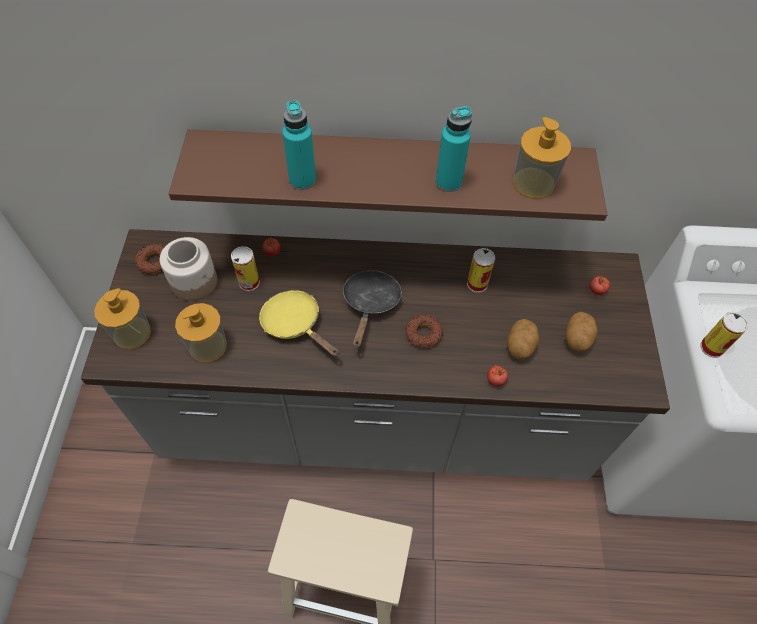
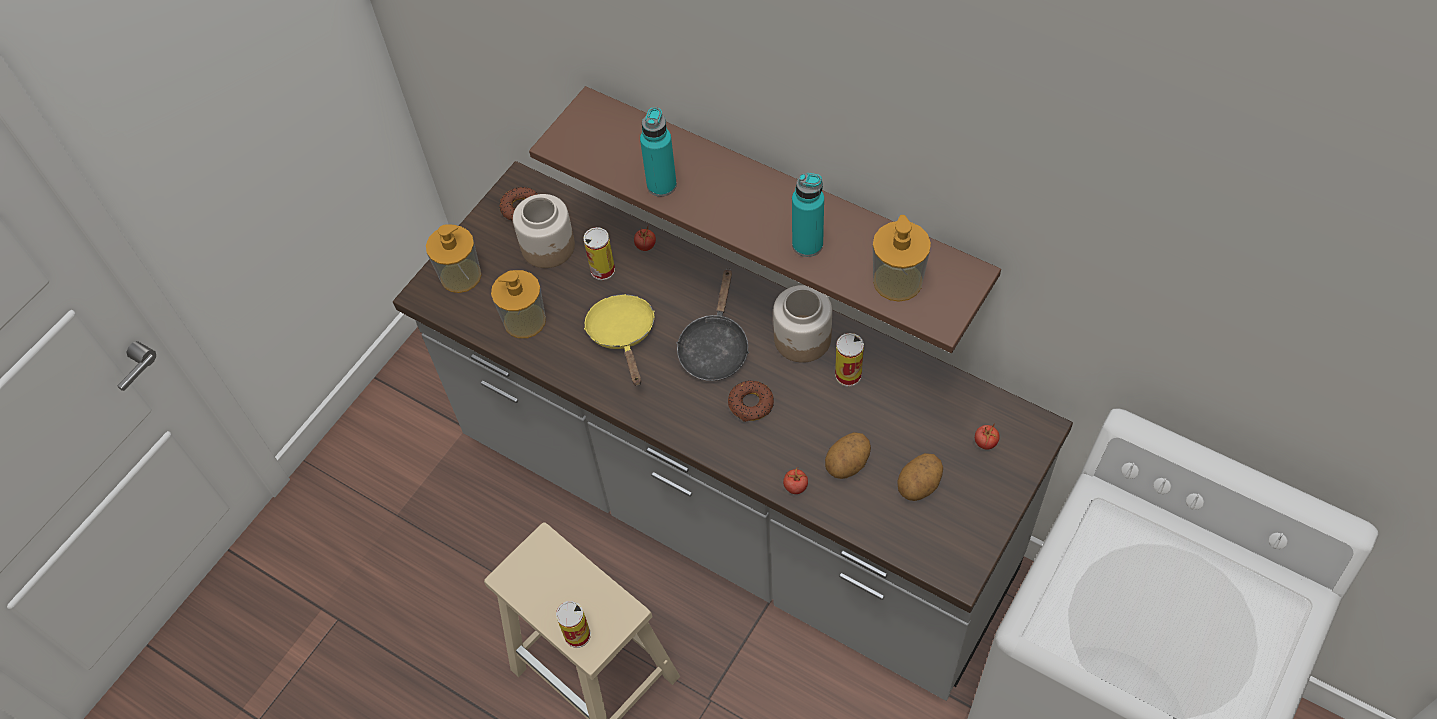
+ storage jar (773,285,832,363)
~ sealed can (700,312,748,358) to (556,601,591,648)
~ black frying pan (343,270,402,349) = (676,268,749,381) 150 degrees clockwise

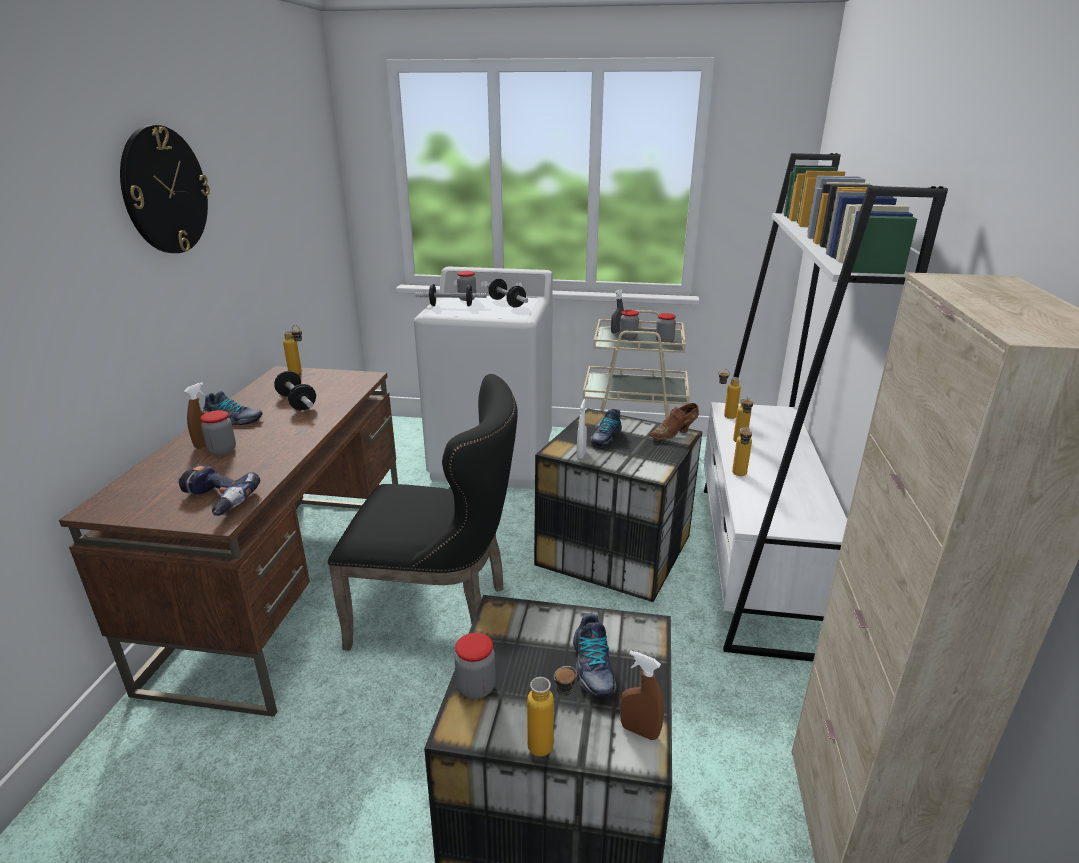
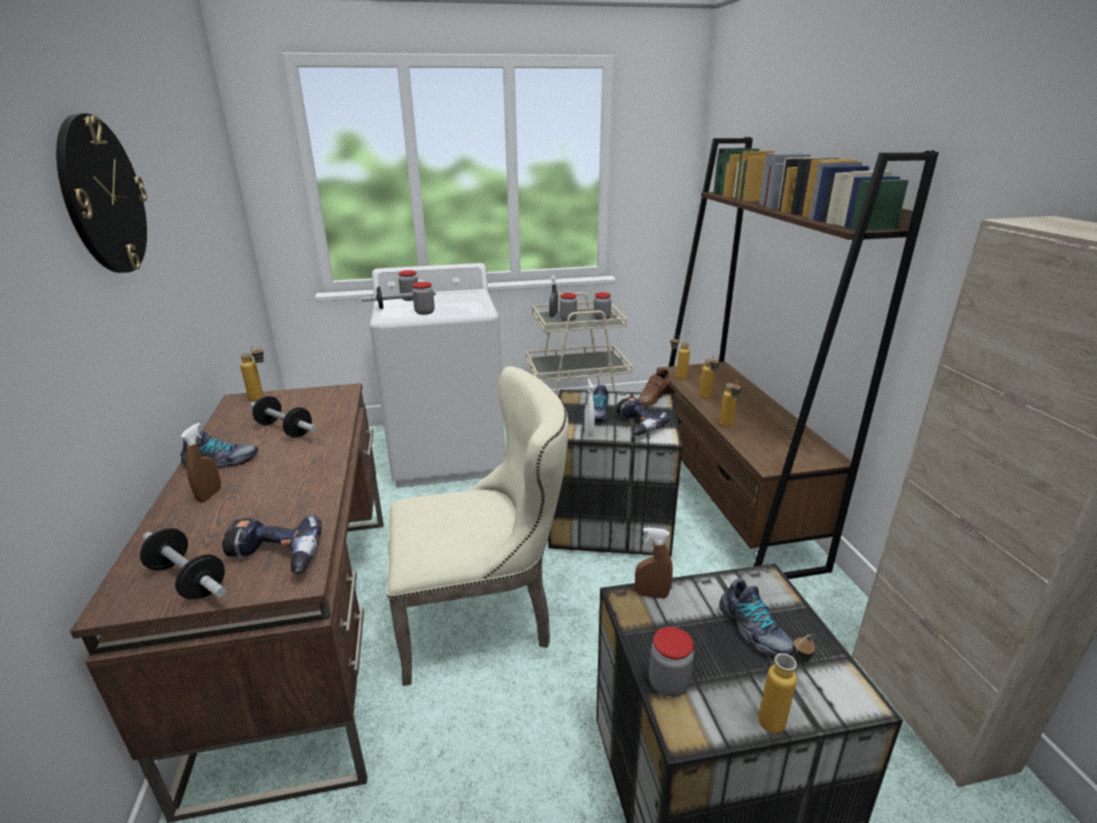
+ power drill (616,397,669,435)
~ storage jar (200,410,236,455) to (412,282,435,315)
~ hand weight (487,279,528,308) to (140,528,226,600)
~ brown spray bottle (620,651,664,740) to (635,528,673,598)
~ black chair (328,374,518,651) to beige-coloured chair (387,366,569,686)
~ whitish shelving unit (704,153,948,662) to brown shelving unit (657,137,939,579)

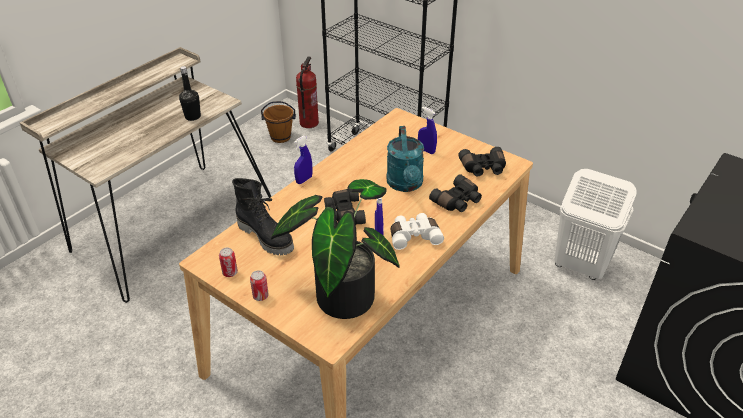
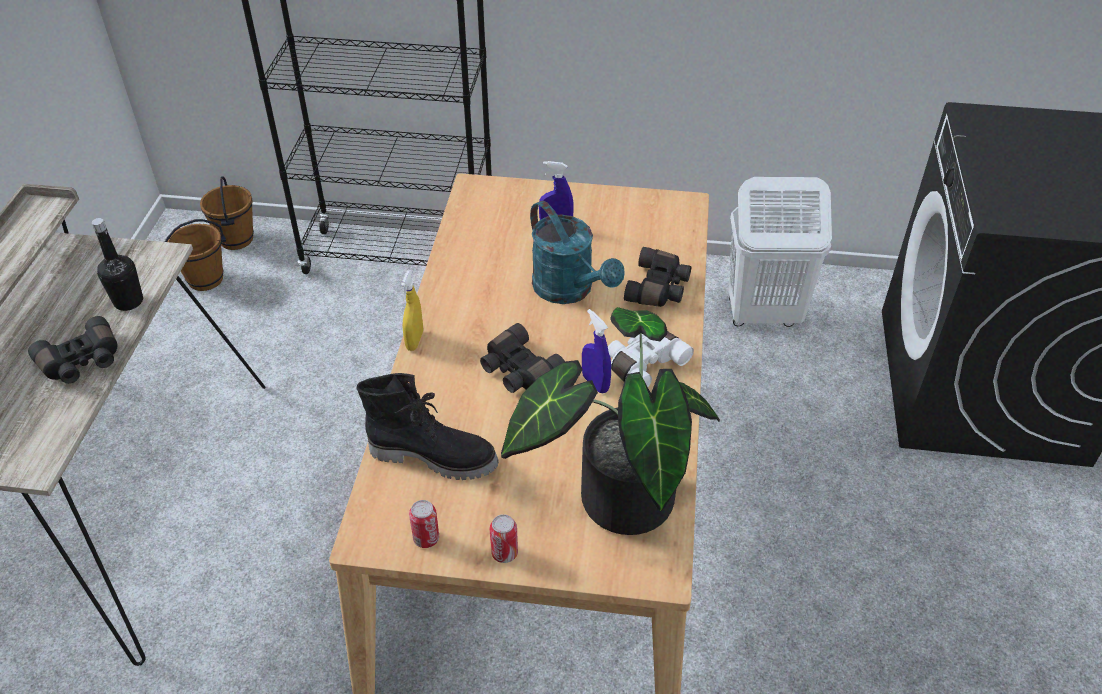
~ black pair of binoculars (458,147,506,176) to (28,316,118,384)
~ extinguisher (296,56,319,128) to brown water bucket (200,176,254,250)
~ blue spray bottle (294,136,312,184) to yellow-coloured spray bottle (401,270,423,351)

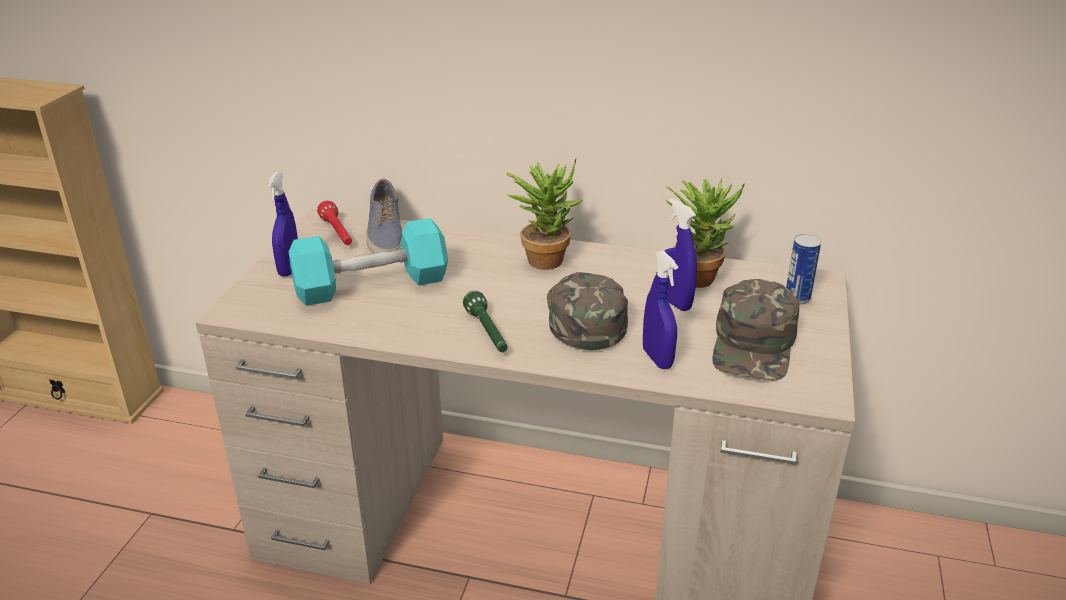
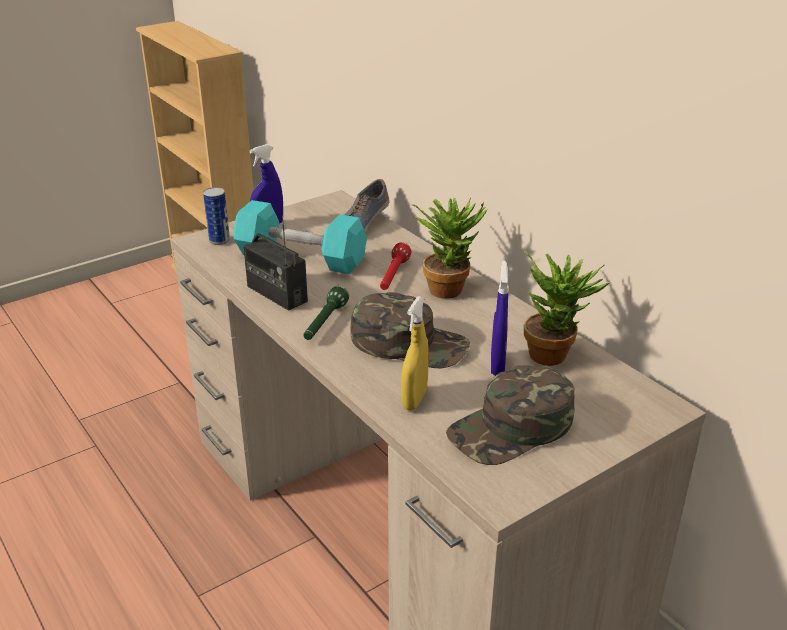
+ radio set (243,216,308,311)
~ reddish torch (317,201,352,245) to (380,242,411,290)
~ sealed can (786,234,821,304) to (203,187,230,245)
~ blue spray bottle (643,251,678,369) to yellow-coloured spray bottle (401,296,429,410)
~ green cap (547,272,628,350) = (350,292,470,369) 75 degrees clockwise

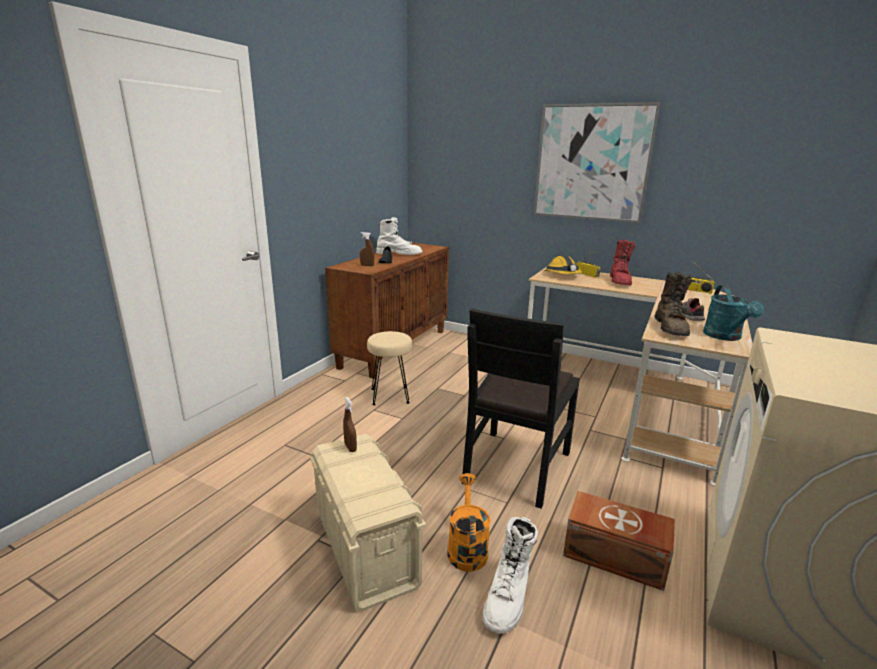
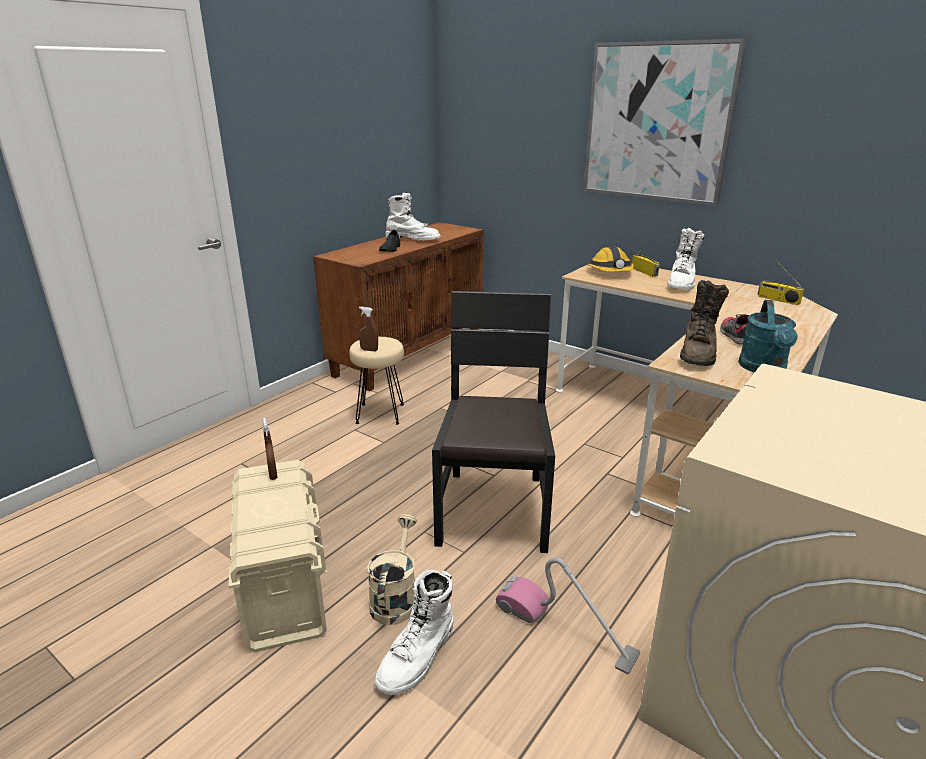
~ brown spray bottle (360,232,374,266) to (359,307,378,351)
~ brown storage box (563,491,675,591) to vacuum (496,558,640,674)
~ orangey sprinkling can (448,473,491,572) to beige-coloured sprinkling can (367,514,417,625)
~ reddish tall boot (610,239,635,285) to whitish tall boot (667,228,704,290)
~ black chair (462,308,580,509) = (432,291,555,553) 150 degrees clockwise

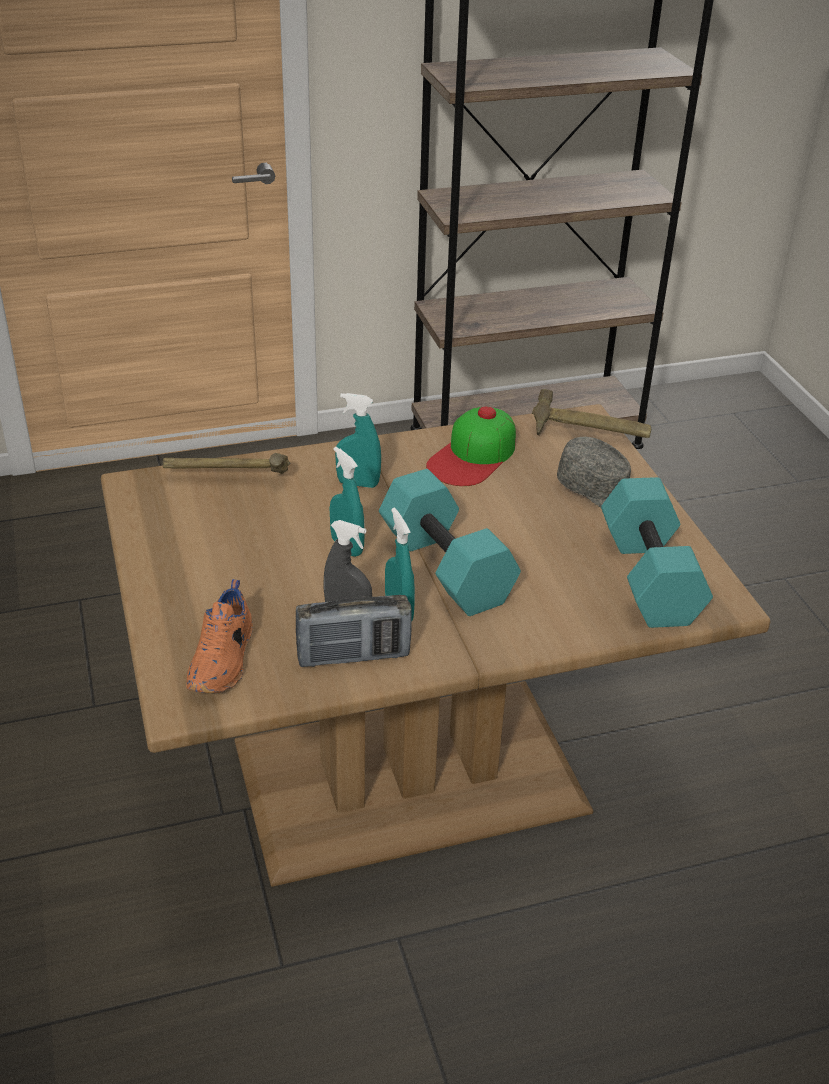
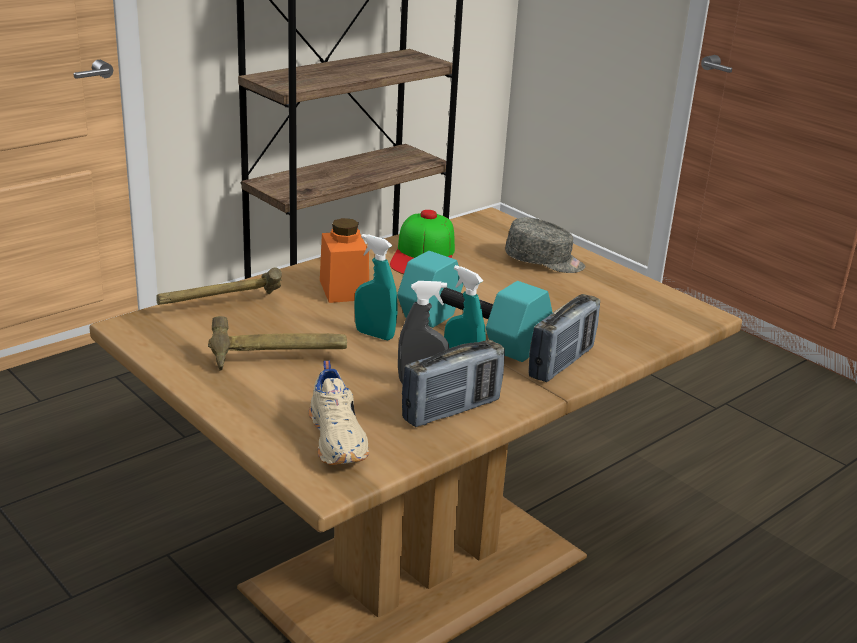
- turquoise-coloured hand weight (601,477,713,628)
+ radio set (528,294,600,382)
~ hammer (532,389,651,438) to (208,316,347,371)
~ turquoise-coloured spray bottle (335,393,381,488) to orangey storage jar (320,218,369,303)
~ orangey shoe (186,579,253,693) to beige-coloured shoe (309,361,369,465)

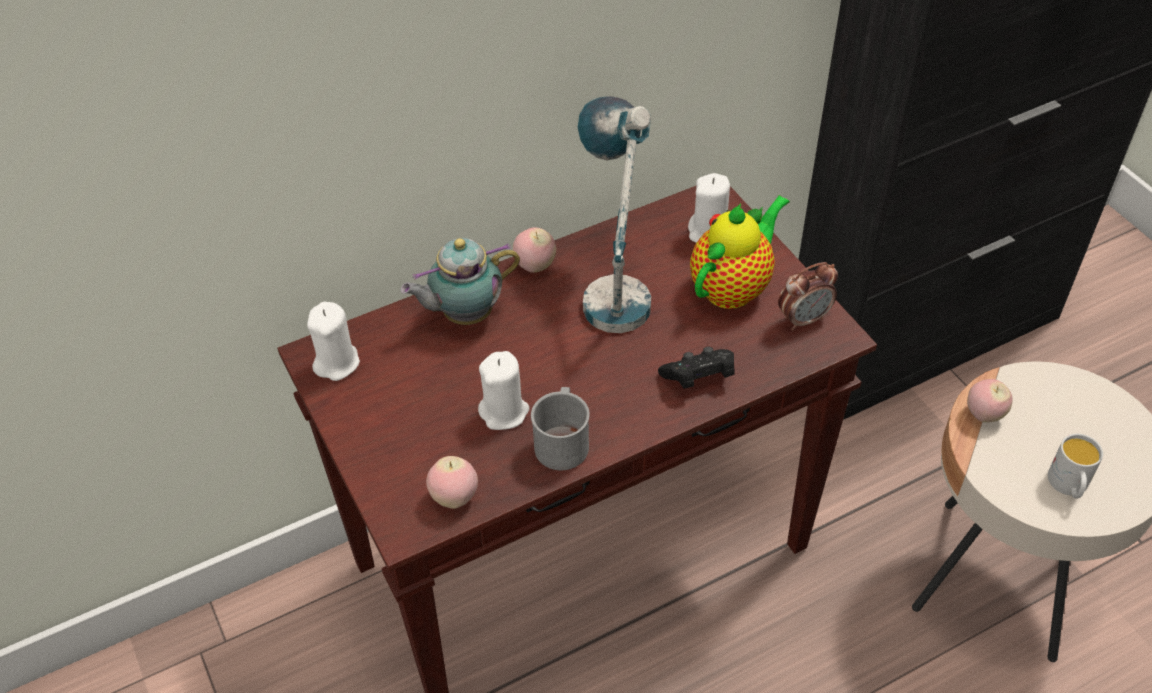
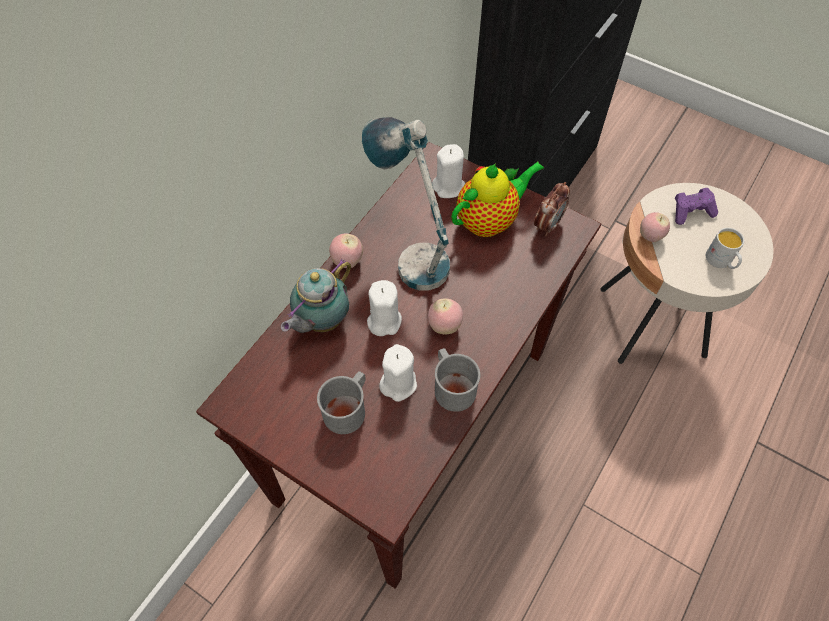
- black gamepad (658,347,734,389)
+ greyish tea mug (317,371,366,434)
+ purple-coloured gamepad (675,188,718,225)
~ whitish wax light (307,302,360,381) to (367,280,402,336)
~ apple fruit (426,456,478,509) to (428,298,463,335)
~ pot for tea (690,195,790,309) = (451,162,544,237) 45 degrees clockwise

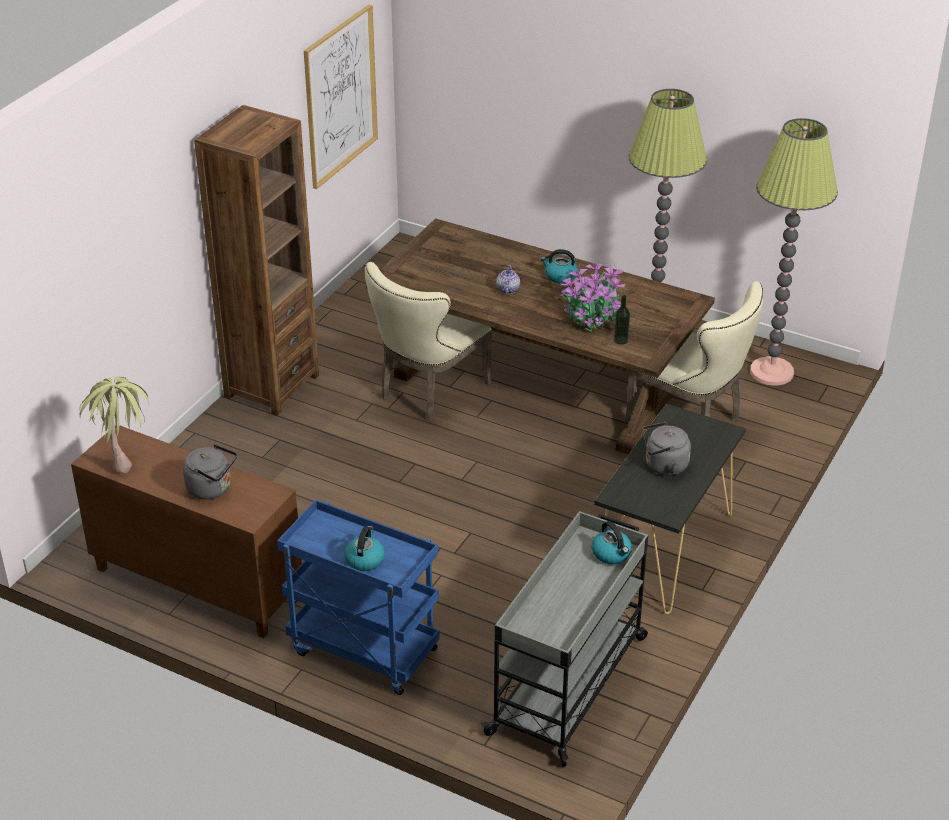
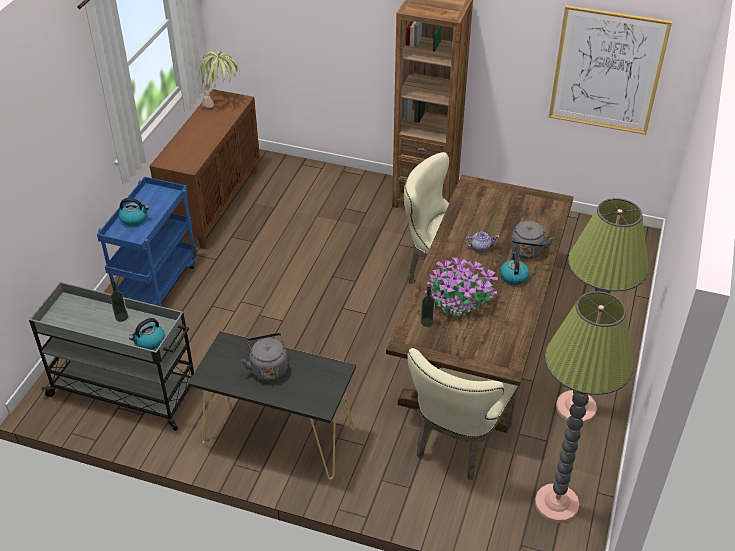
+ bottle (110,282,128,322)
~ greyish kettle (183,444,237,499) to (511,221,553,259)

